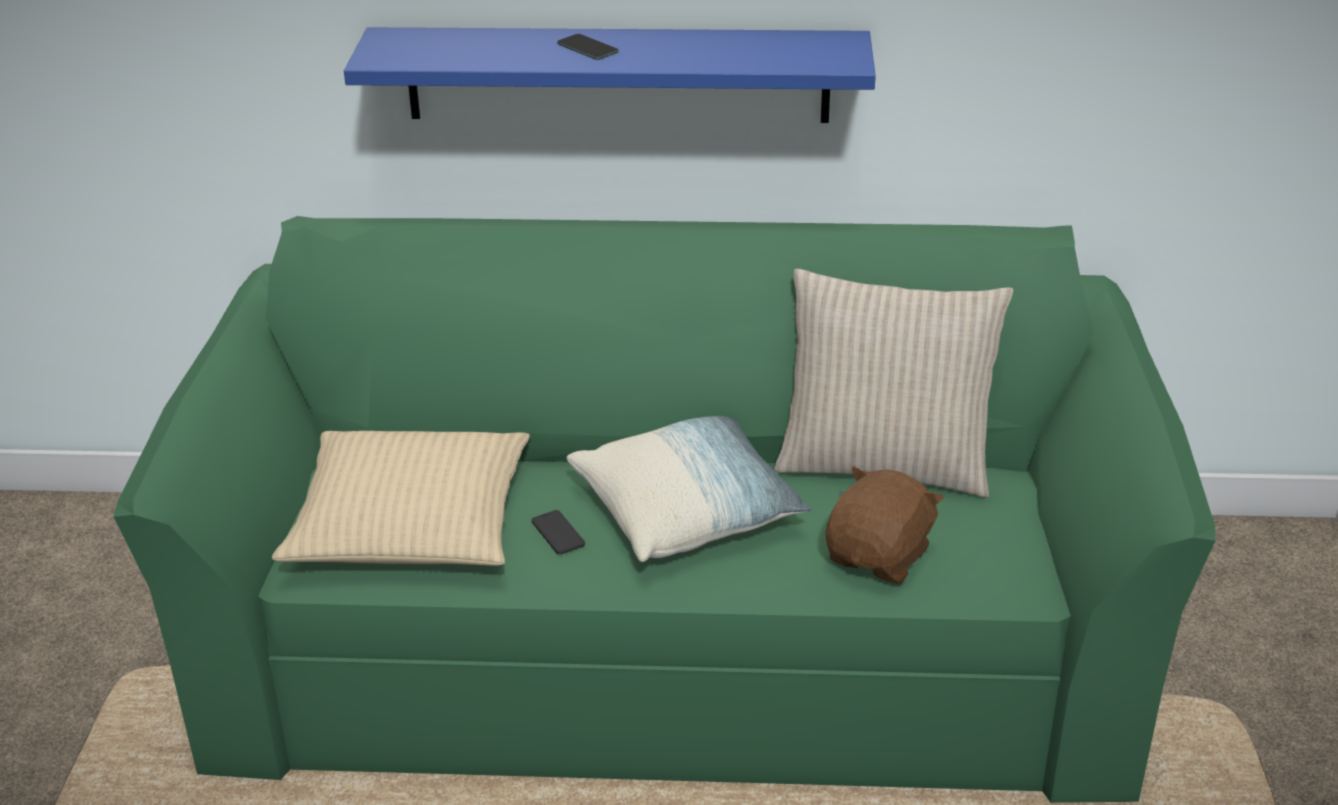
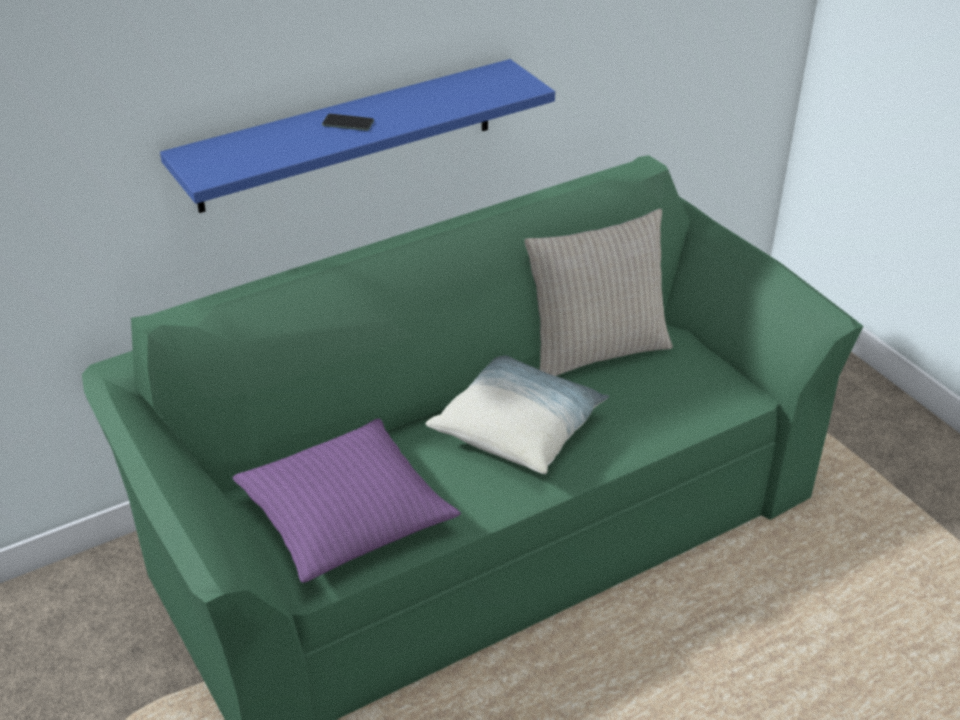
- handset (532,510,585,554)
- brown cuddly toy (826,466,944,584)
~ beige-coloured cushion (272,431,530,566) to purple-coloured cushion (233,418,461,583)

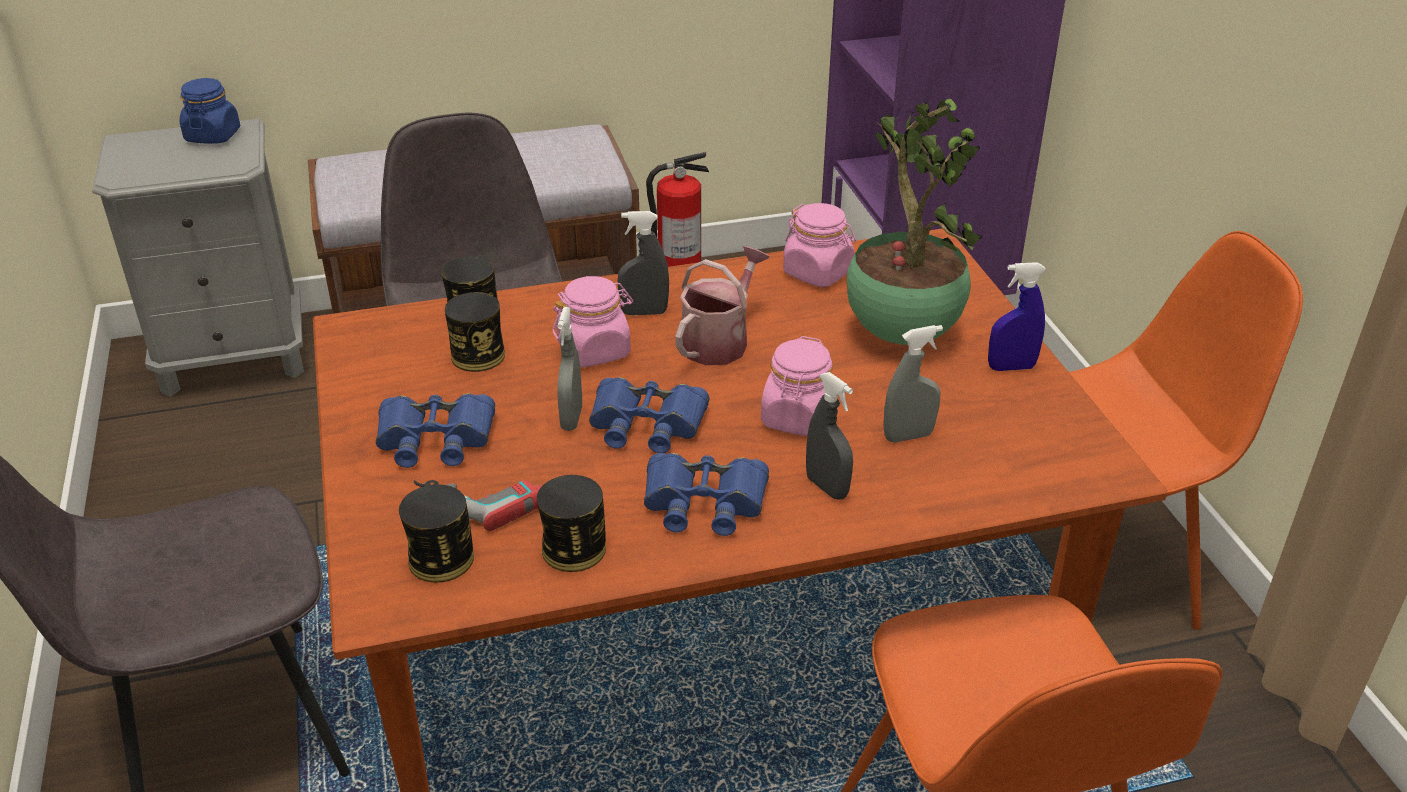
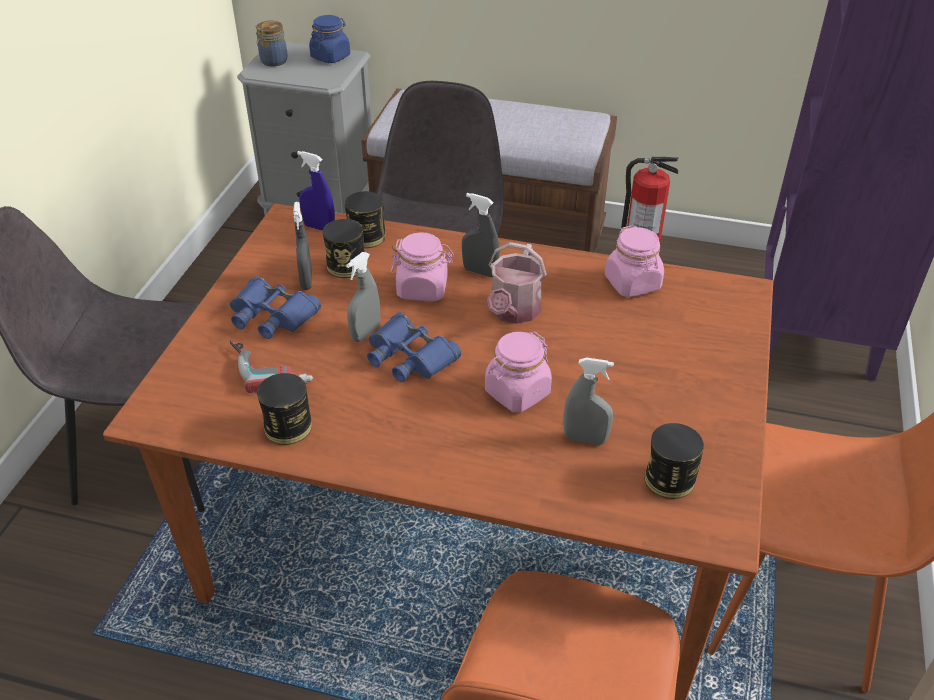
- blue pair of binoculars (644,453,769,536)
- plant in a pot (847,99,982,345)
+ storage jar (255,21,288,67)
~ sealed can (399,484,474,583) to (644,423,704,499)
~ greyish spray bottle (806,372,853,499) to (293,202,312,290)
~ blue spray bottle (988,262,1046,371) to (297,151,335,231)
~ sprinkling can (675,246,769,365) = (487,242,547,324) 135 degrees clockwise

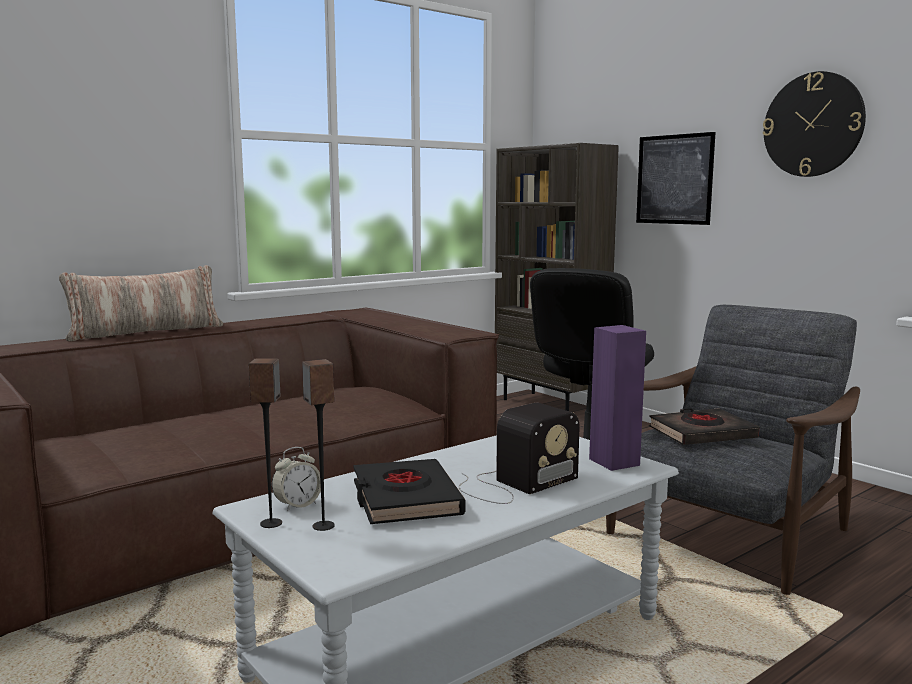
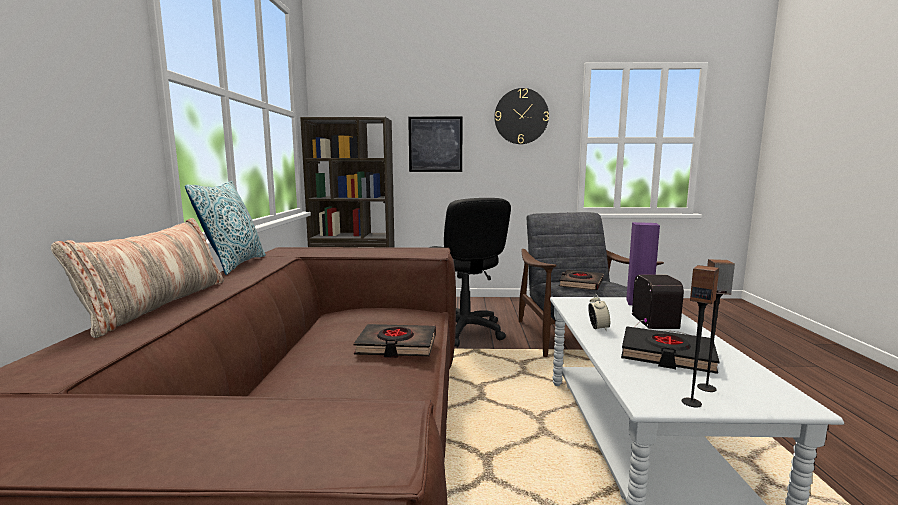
+ cushion (185,181,266,275)
+ black volume (354,324,436,358)
~ bedside clock (272,447,321,512) to (588,294,610,332)

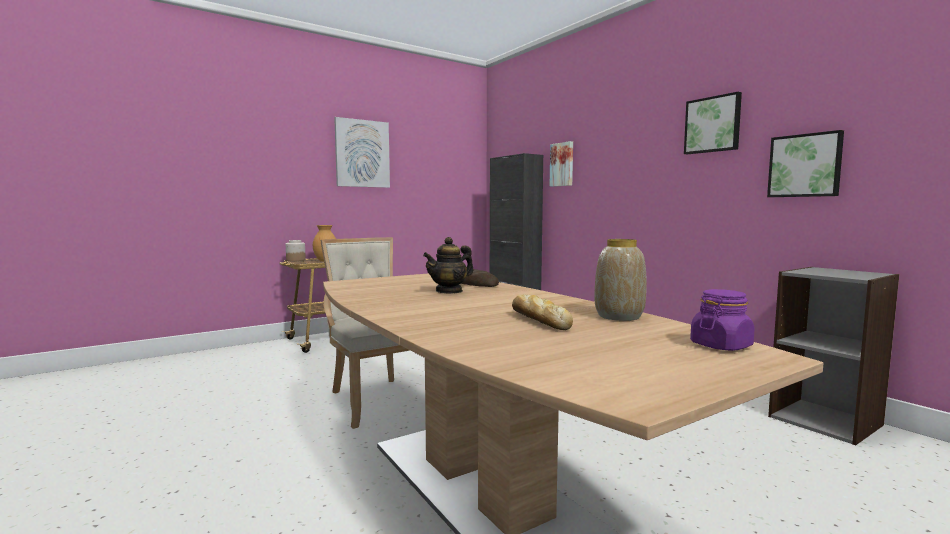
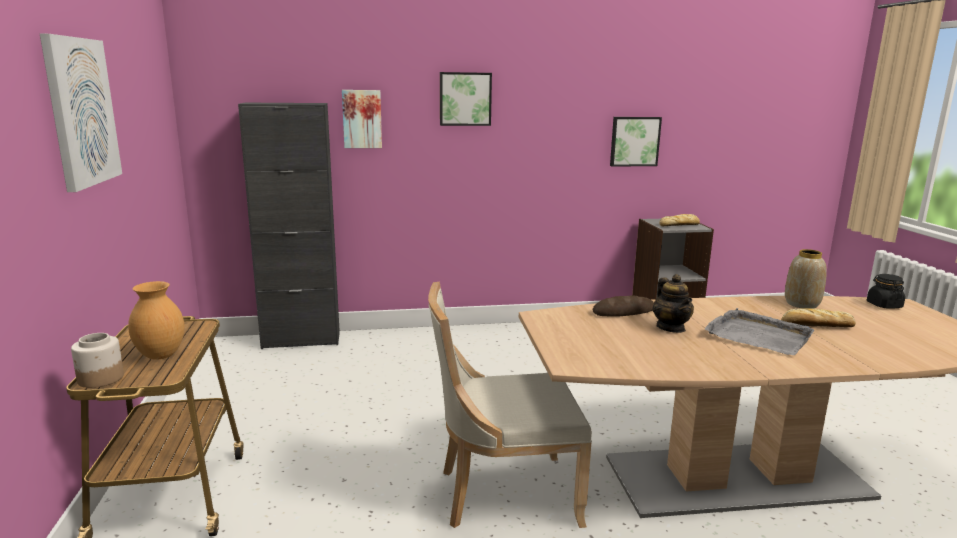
+ bread (659,214,700,226)
+ greyish serving tray (705,308,814,355)
~ wall art (684,92,742,154) to (440,72,492,126)
~ purple-coloured storage jar (690,289,755,351) to black storage jar (867,274,905,309)

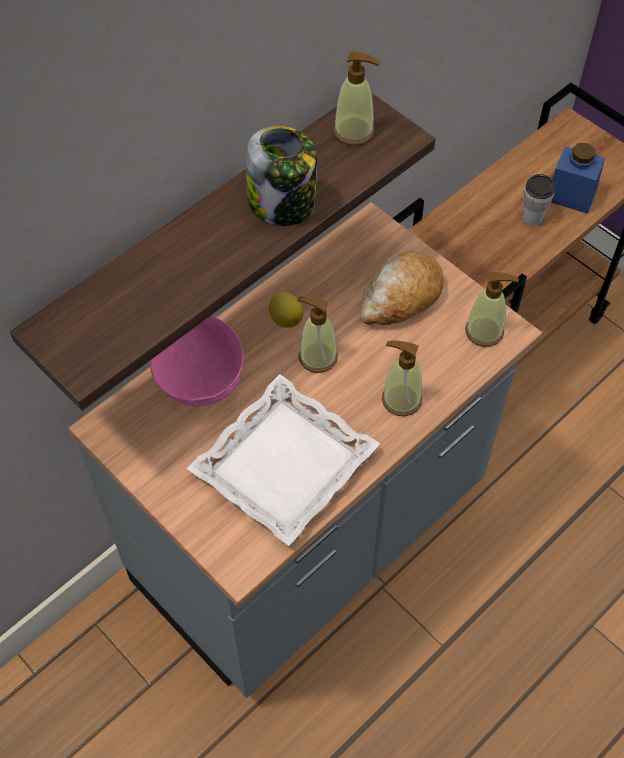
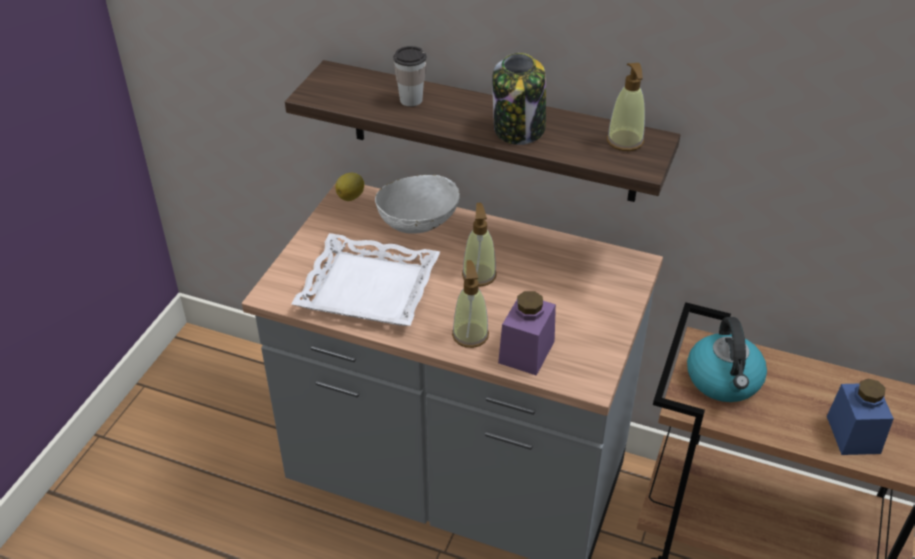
- bread (360,250,444,325)
- soap bottle (465,272,519,347)
+ purple-coloured storage jar (498,291,556,376)
+ kettle (687,317,767,402)
~ whole lemon (269,292,304,328) to (335,173,364,201)
~ small cup (522,174,555,226) to (393,46,426,106)
~ pink-coloured serving bowl (150,316,243,406) to whitish serving bowl (375,175,460,234)

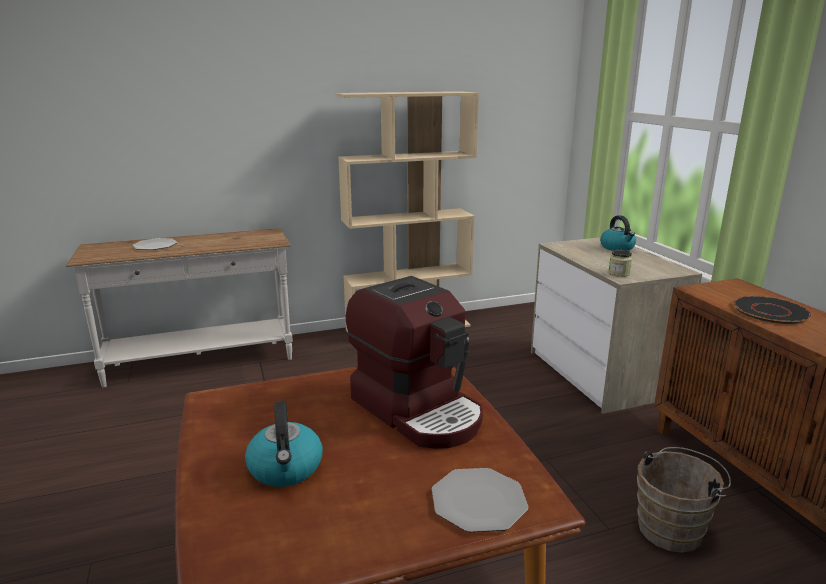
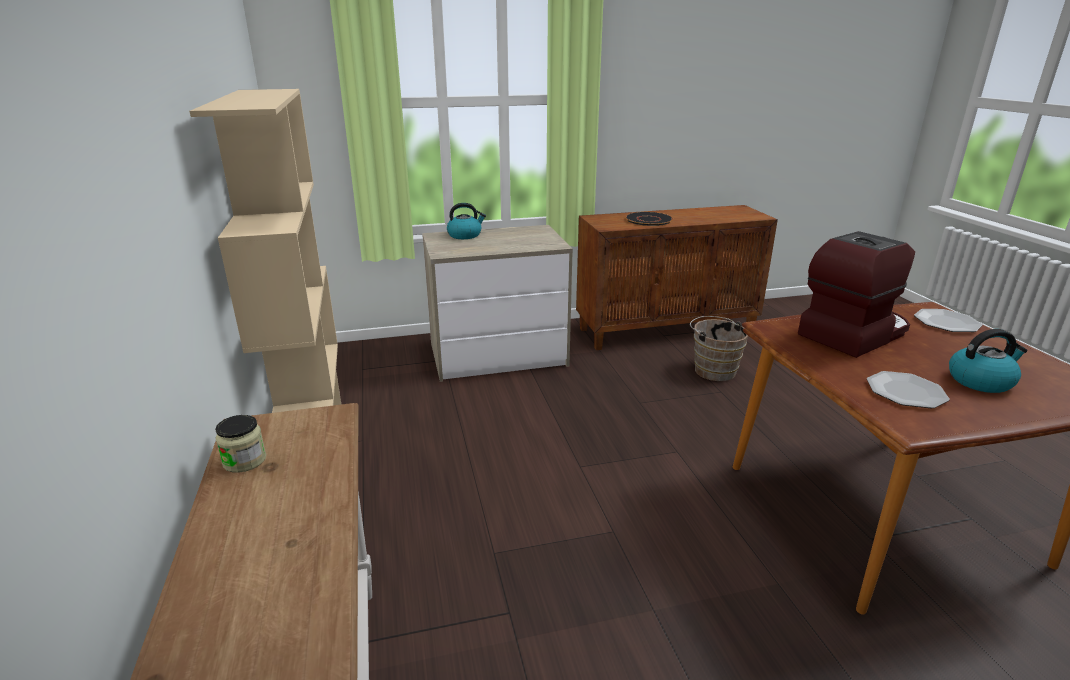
~ plate (132,238,177,250) to (867,371,949,408)
~ storage jar (608,250,632,277) to (215,415,266,473)

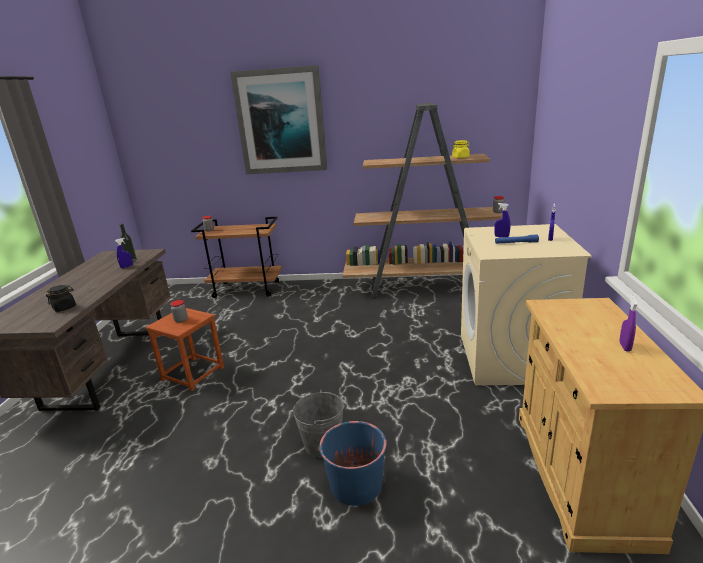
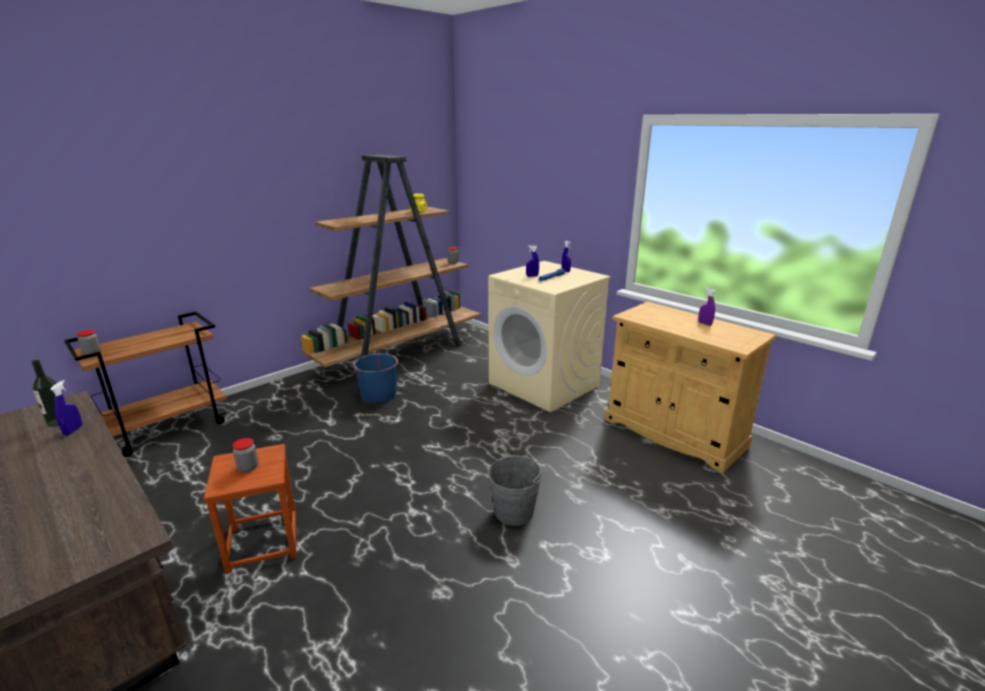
- black storage jar (46,285,76,312)
- wall art (230,65,327,174)
~ blue water bucket (317,421,388,506) to (353,353,398,403)

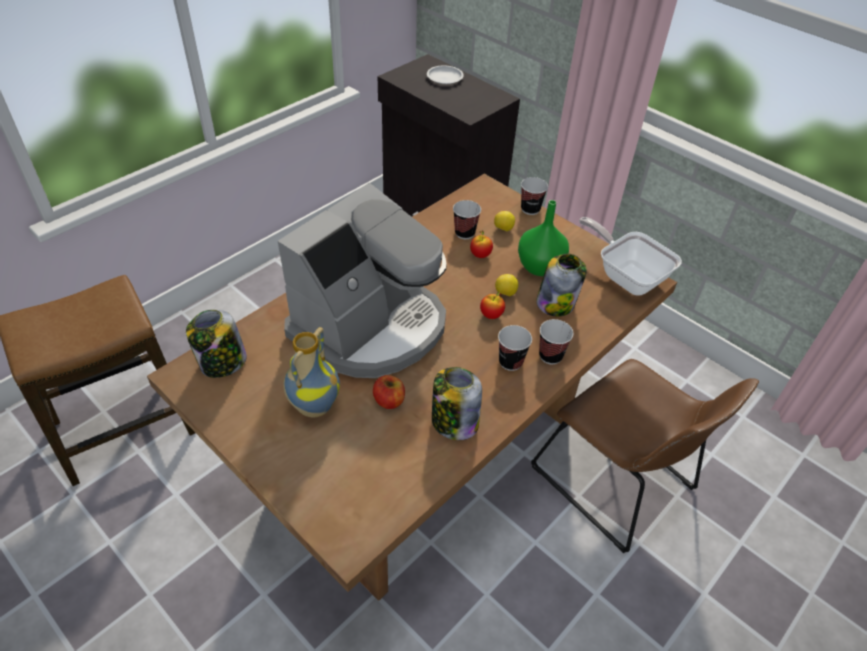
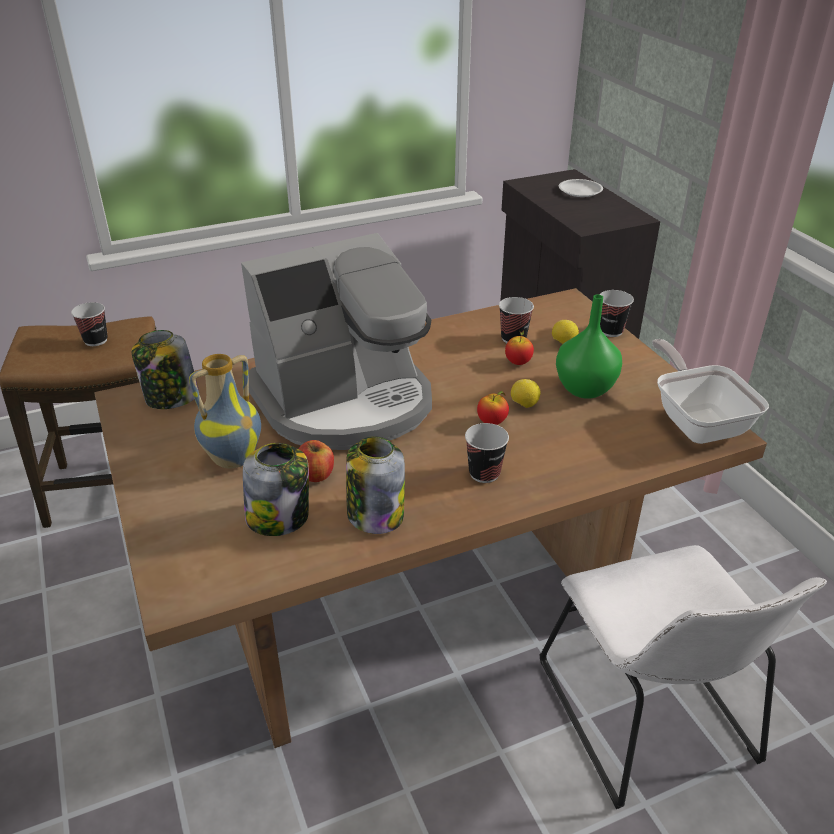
~ storage jar (536,254,587,317) to (243,443,309,536)
~ small cup (539,319,573,364) to (71,302,108,346)
~ brown chair (531,359,759,553) to whitish chair (540,545,827,809)

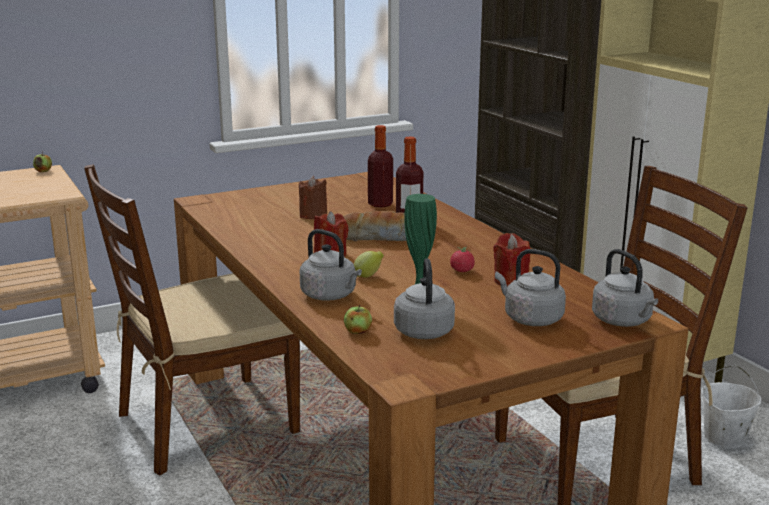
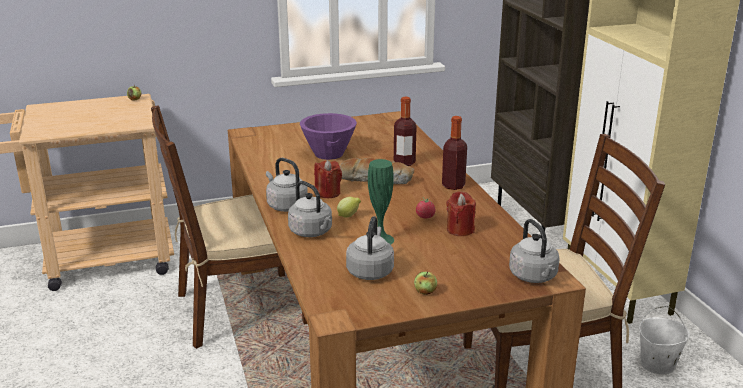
~ apple fruit (344,305,372,334) to (414,272,437,295)
~ bottle (368,125,393,208) to (442,116,467,190)
~ greyish kettle (495,249,566,326) to (266,158,308,212)
~ brown wax light (299,176,327,219) to purple-coloured serving bowl (300,113,357,160)

